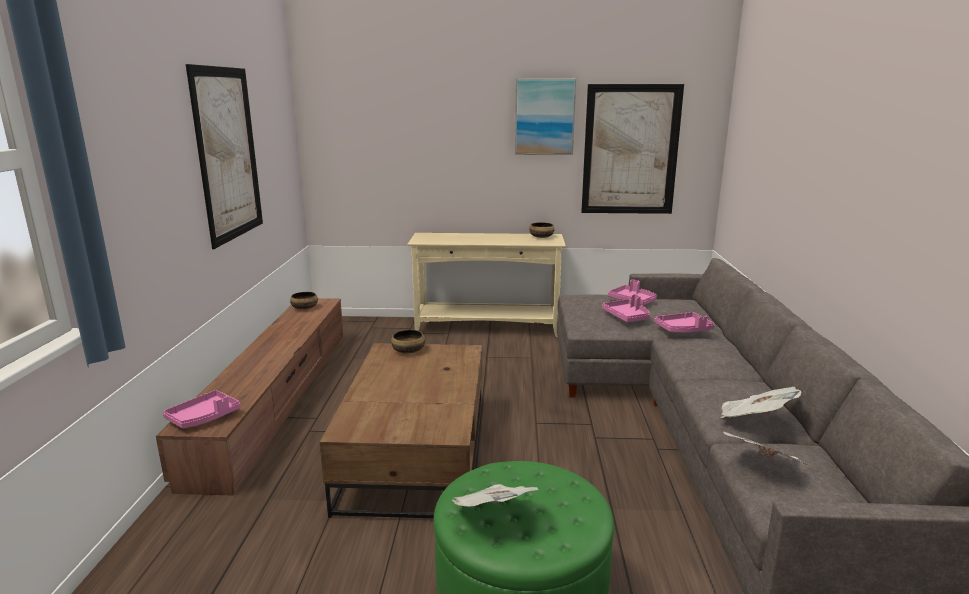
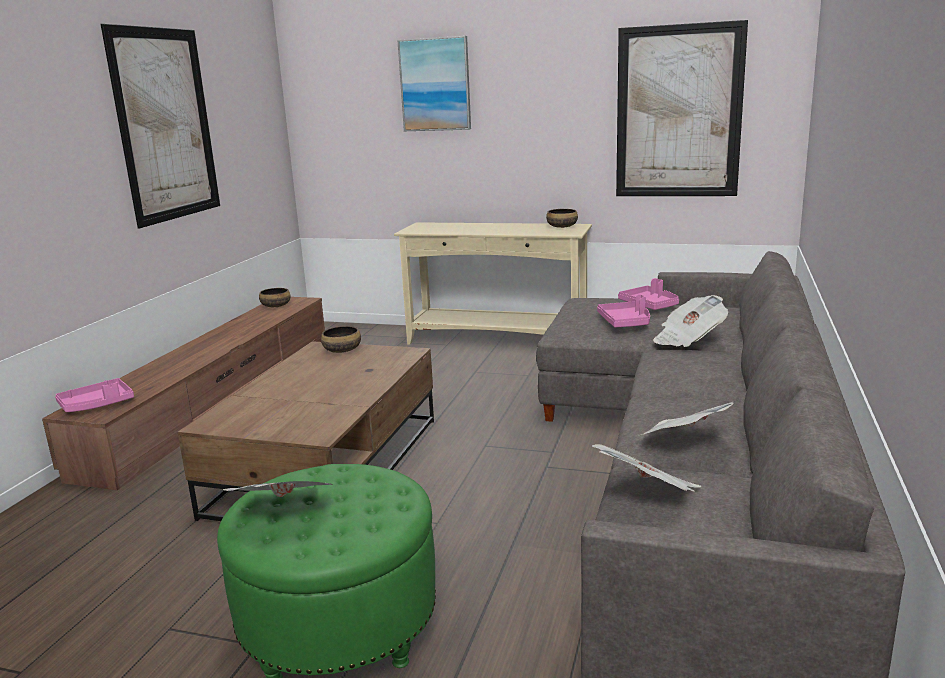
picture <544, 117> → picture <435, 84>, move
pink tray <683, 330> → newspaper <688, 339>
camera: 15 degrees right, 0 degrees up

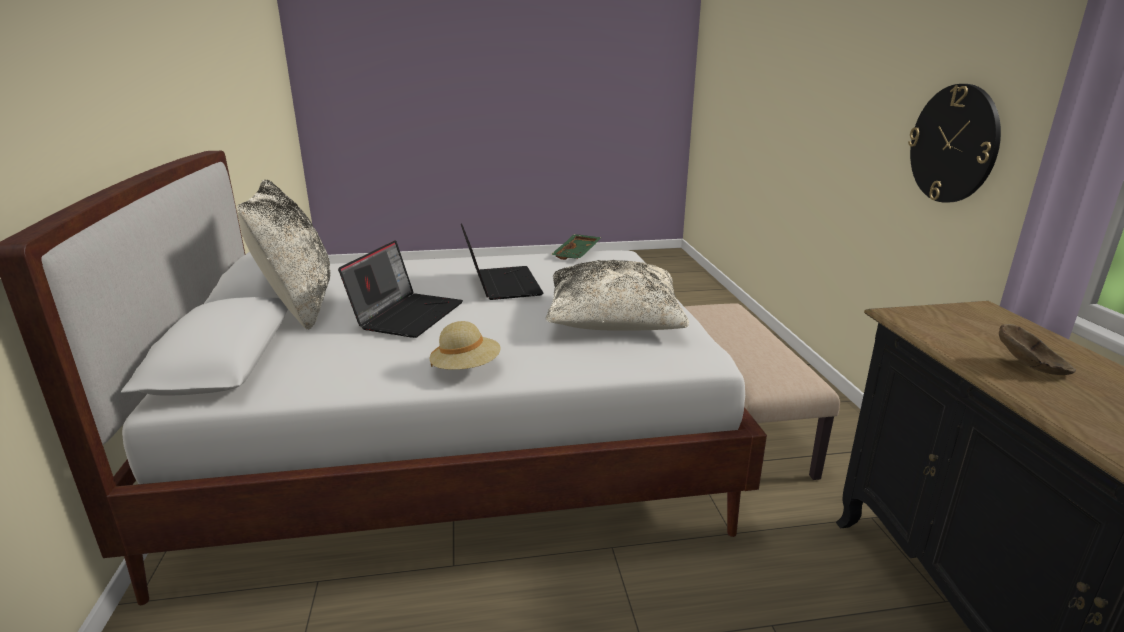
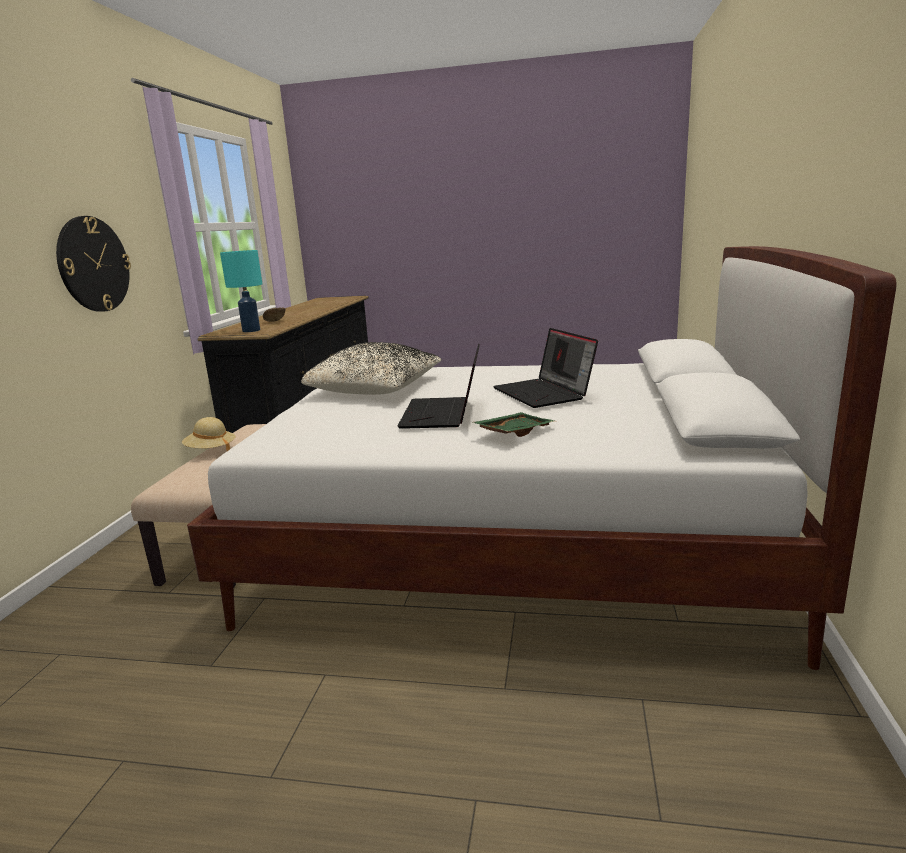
beige pillow <299, 308> → -
- → turquoise table lamp <251, 330>
beige hat <466, 369> → beige hat <211, 451>, move
green tray <577, 254> → green tray <513, 432>, move
laptop <407, 314> → laptop <545, 393>, 60 degrees counterclockwise
camera: 160 degrees left, 5 degrees down

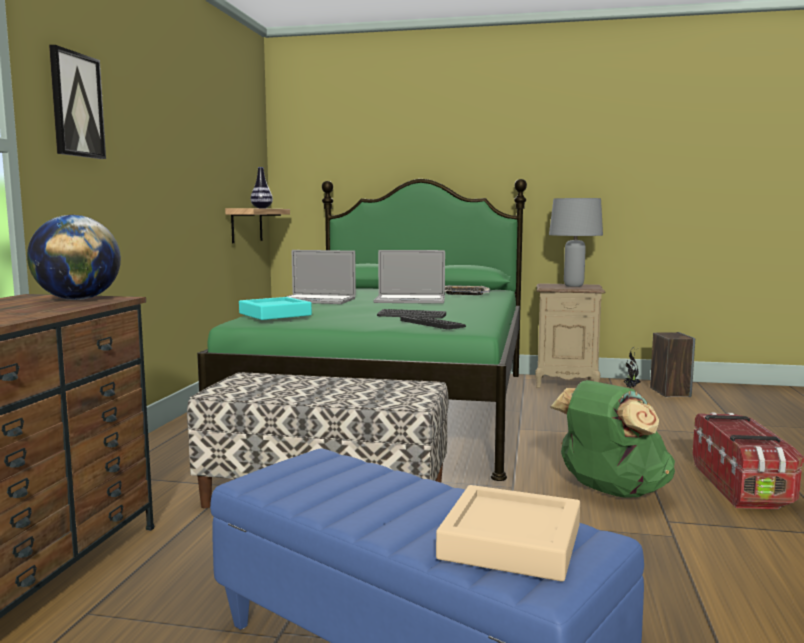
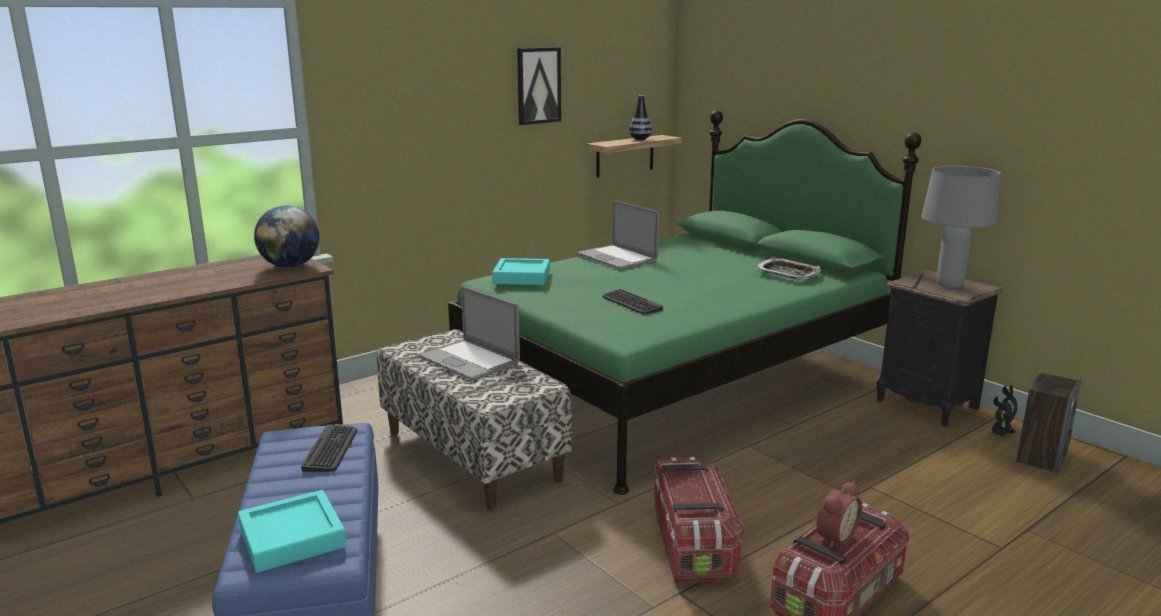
- → alarm clock <833, 536>
picture <76, 105> → picture <538, 85>, move
laptop <410, 300> → laptop <468, 360>, move
keyboard <432, 323> → keyboard <331, 449>, move
green backpack <610, 491> → storage box <693, 544>
beige tray <511, 542> → turquoise tray <292, 538>
beige nightstand <566, 383> → black nightstand <927, 405>
camera: 40 degrees right, 10 degrees up

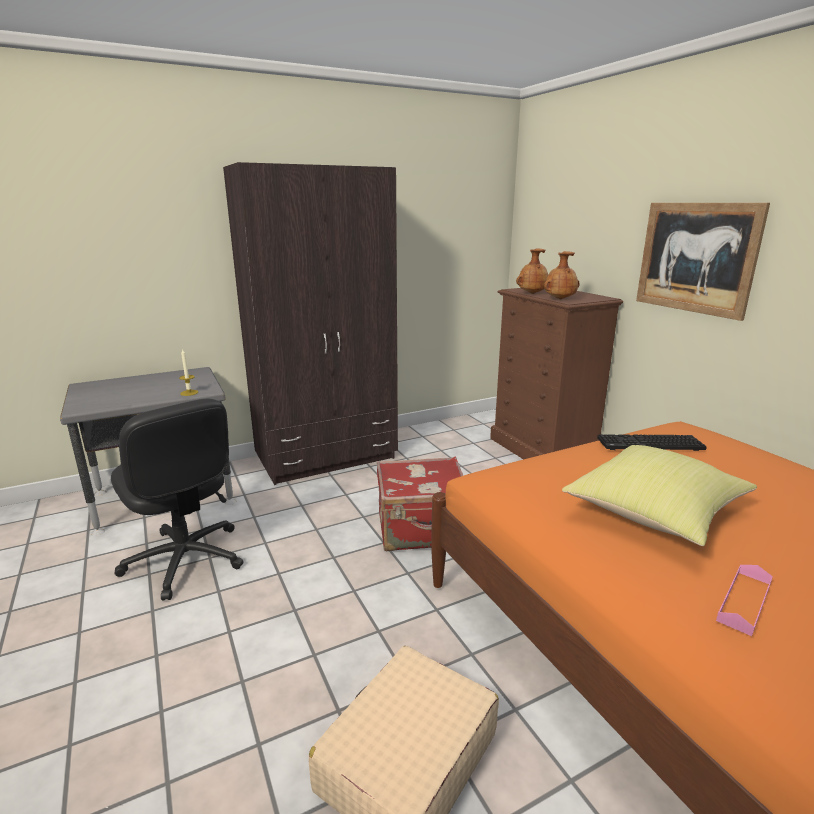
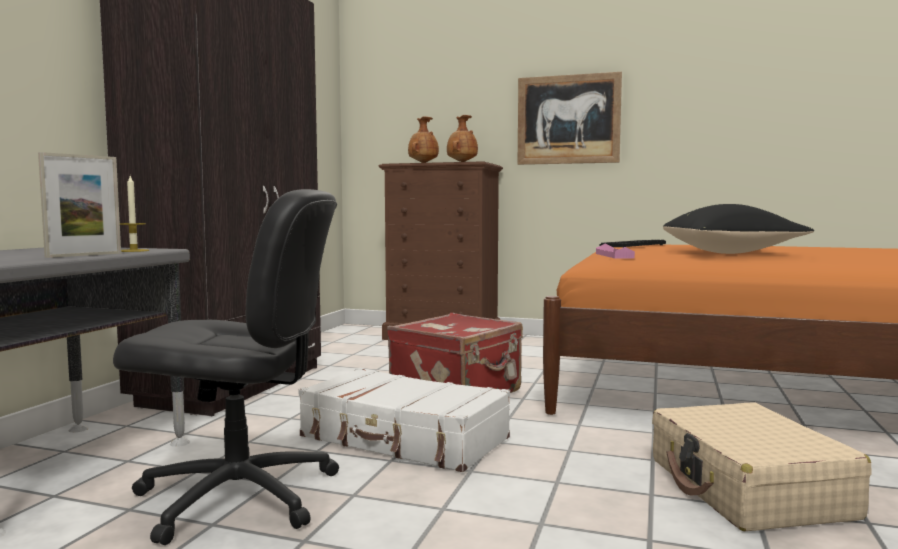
- → picture frame <84, 255>
- → white suitcase <404, 438>
pink tray <744, 601> → pink tray <614, 256>, move
yellow pillow <655, 515> → black pillow <731, 253>
camera: 45 degrees left, 15 degrees down

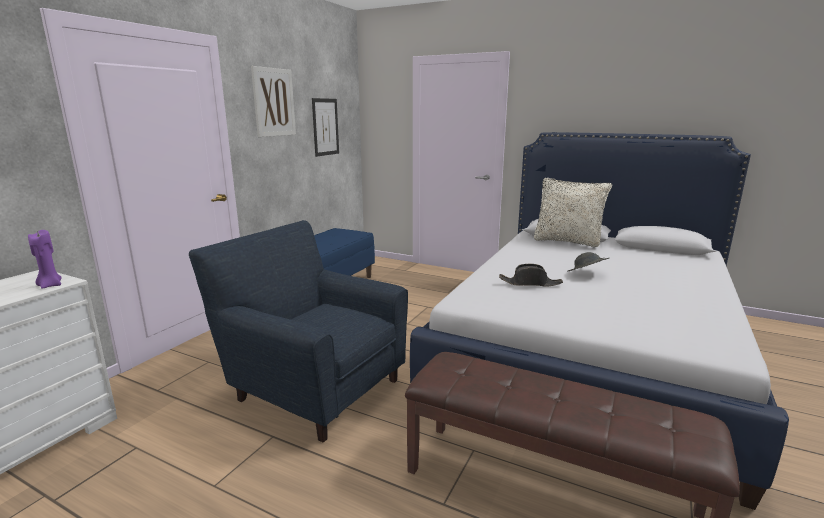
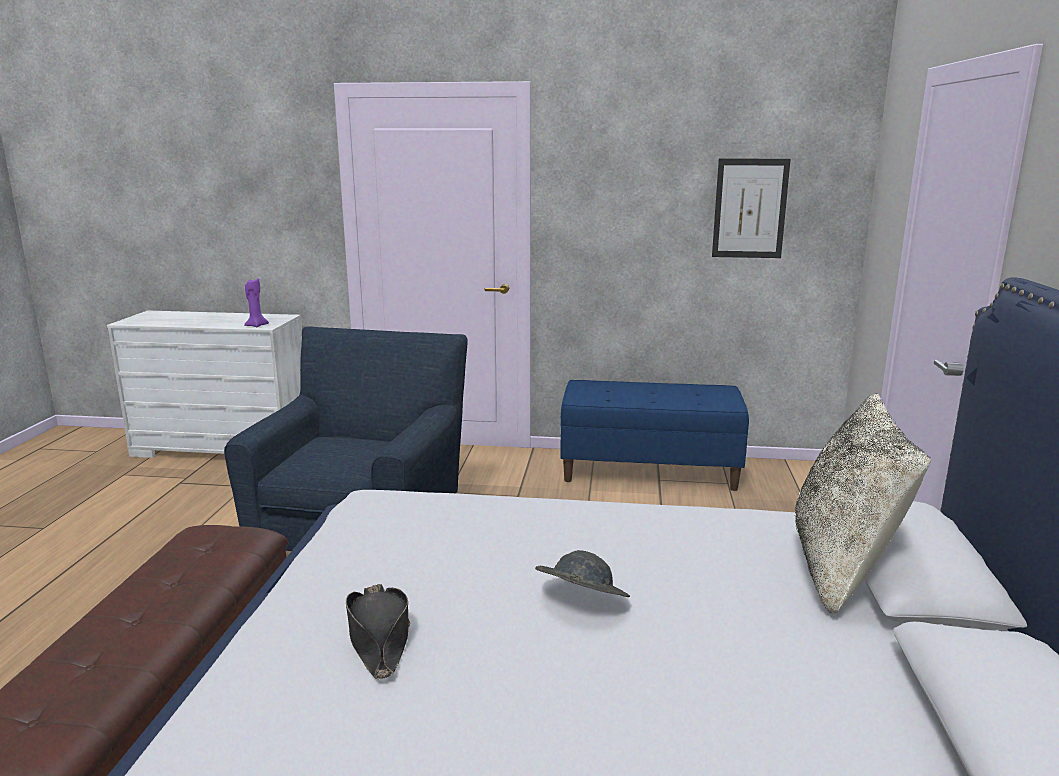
picture <274, 102> → -
black hat <530, 283> → black hat <379, 638>, move
camera: 70 degrees right, 0 degrees up

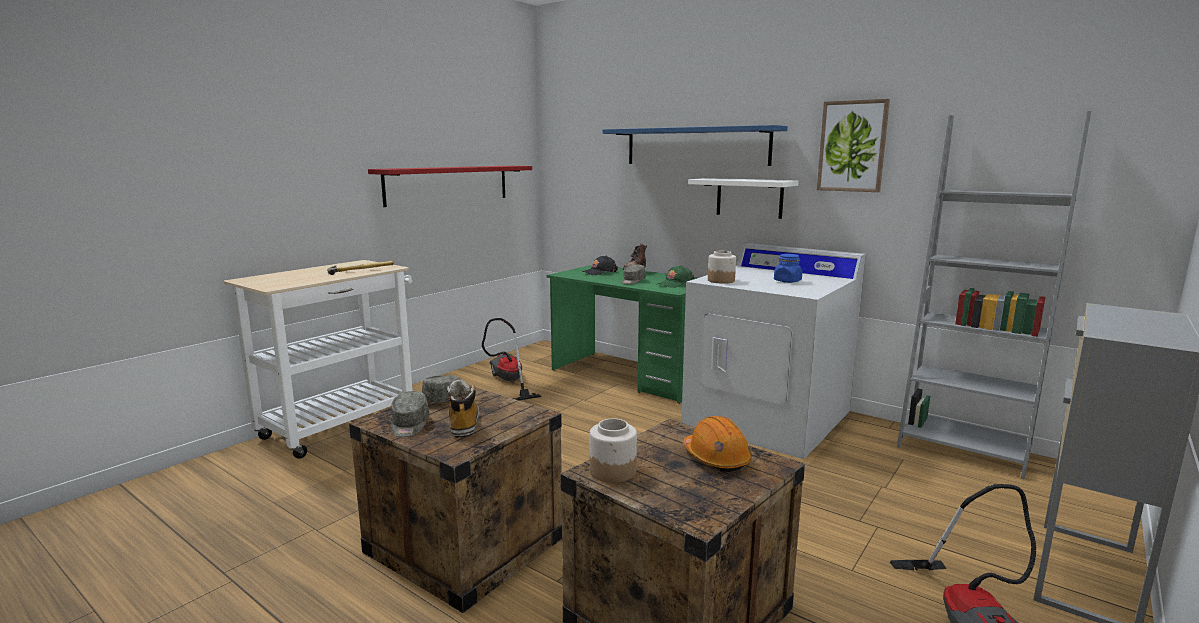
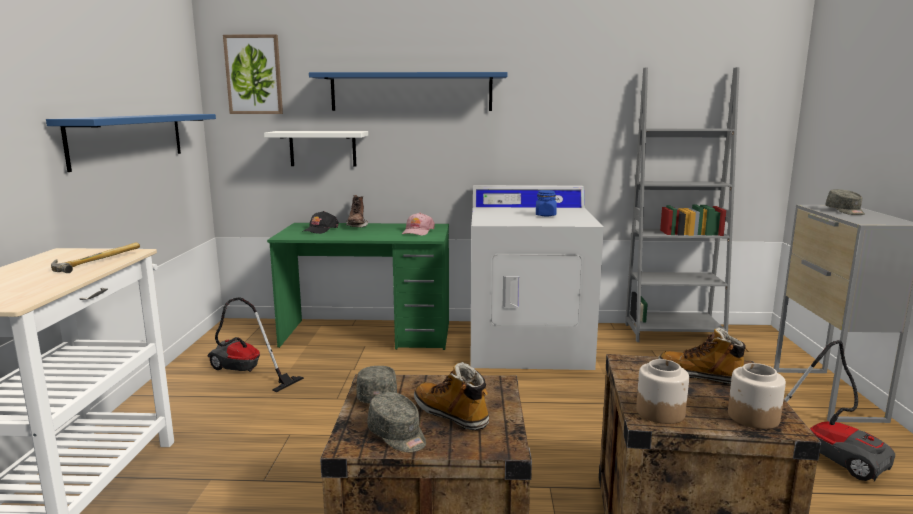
grey cap <632, 281> → grey cap <845, 211>, move
white shelf <749, 198> → white shelf <323, 148>, move
jar <721, 280> → jar <752, 417>, move
picture <852, 146> → picture <254, 75>, move
orange hard hat <716, 458> → boot <700, 375>
red shelf <448, 184> → blue shelf <129, 138>
green cap <675, 284> → pink cap <418, 231>
camera: 35 degrees left, 0 degrees up

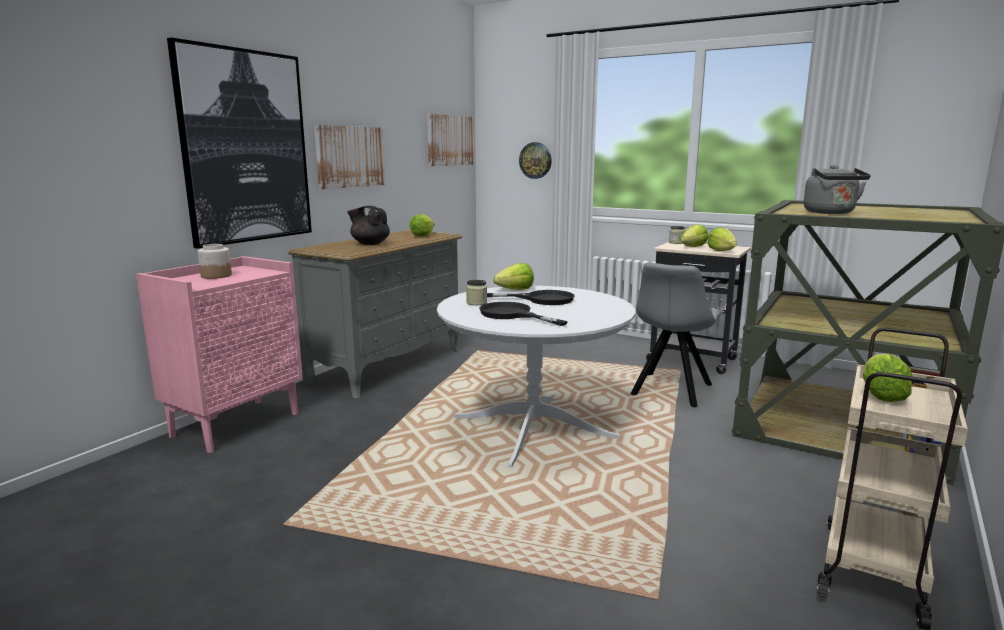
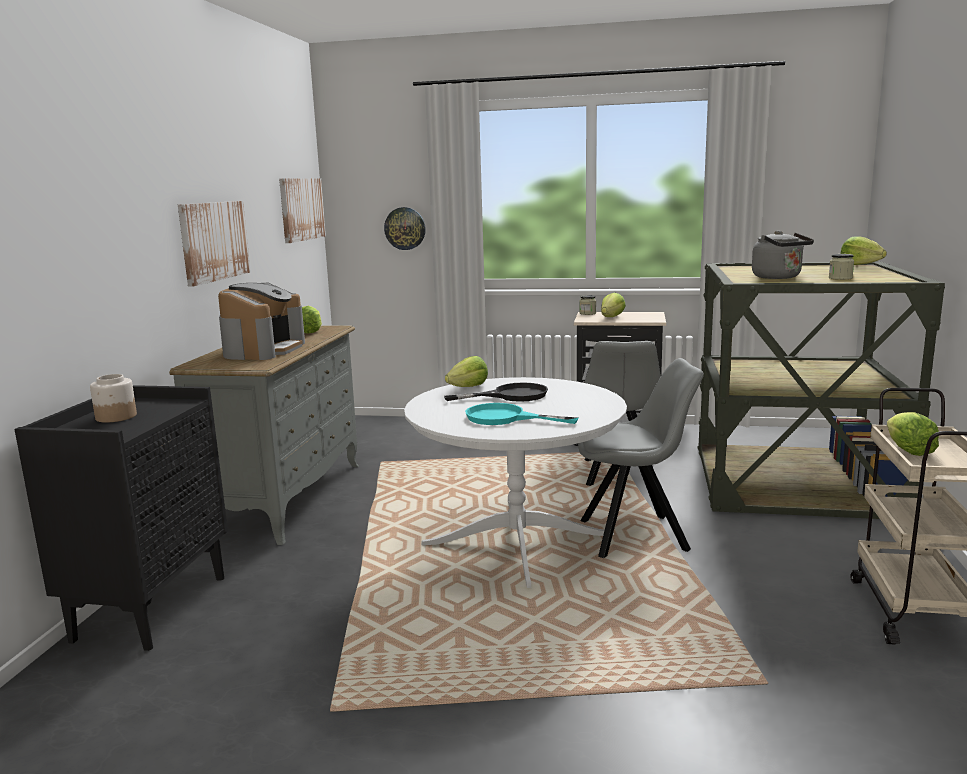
picture <246, 147> → -
- → grey chair <634, 536>
jar <476, 303> → jar <840, 278>, move
lettuce <722, 251> → lettuce <860, 264>, move
black teapot <370, 244> → coffee machine <264, 350>
pink cabinet <237, 424> → black cabinet <152, 607>
black frying pan <512, 315> → turquoise frying pan <505, 418>
camera: 20 degrees left, 0 degrees up

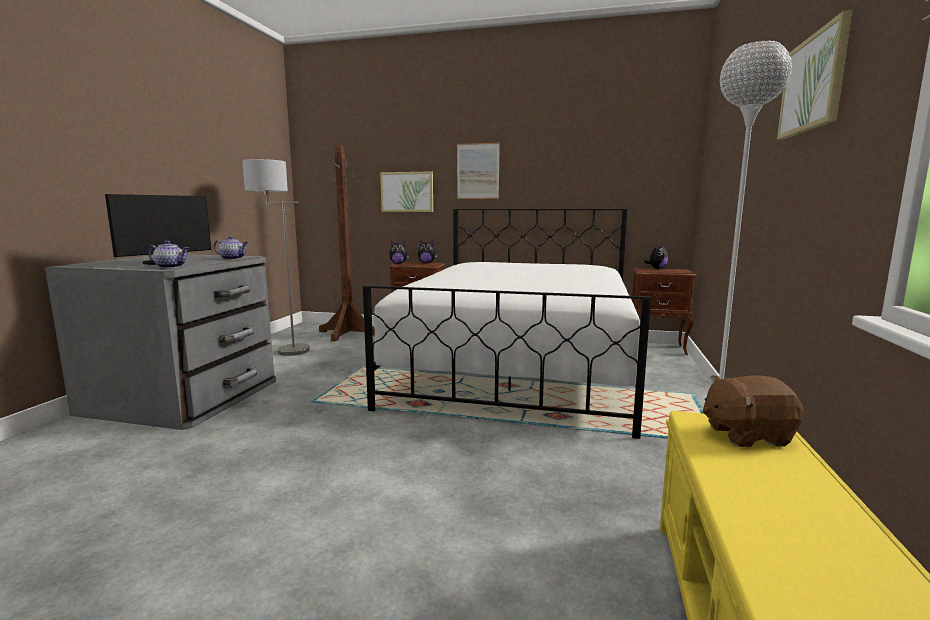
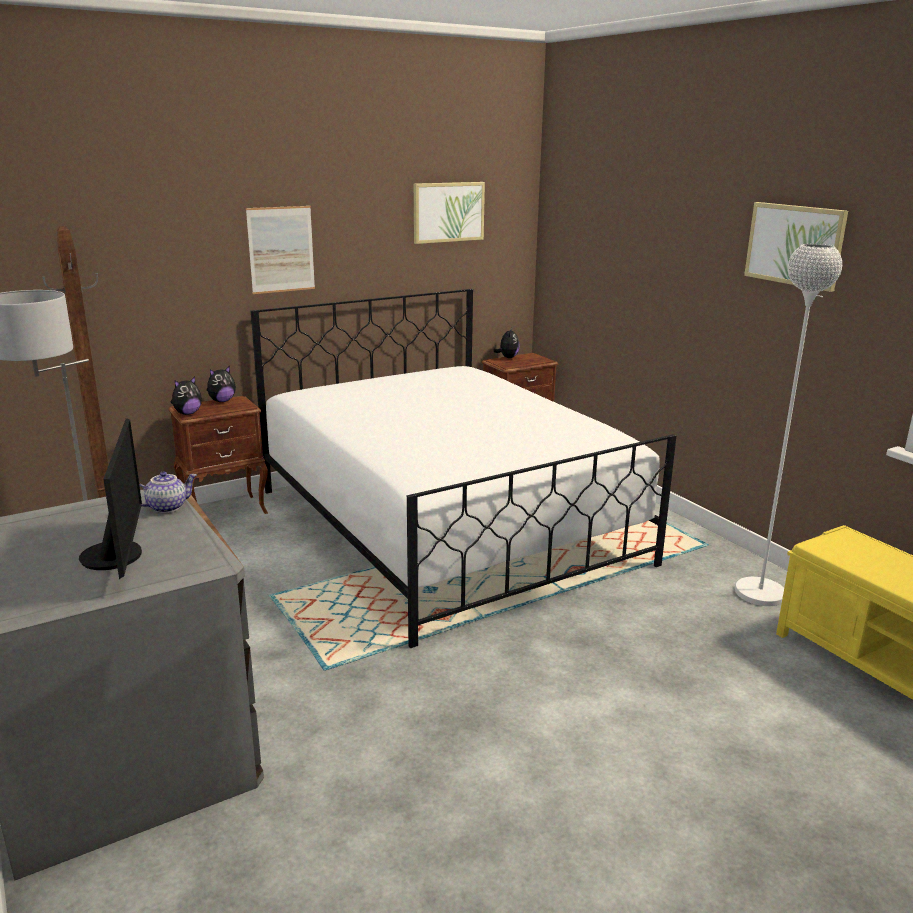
teapot <171, 267> → -
brown plush toy <746, 435> → -
picture <407, 192> → picture <448, 212>, move
camera: 45 degrees left, 10 degrees up

